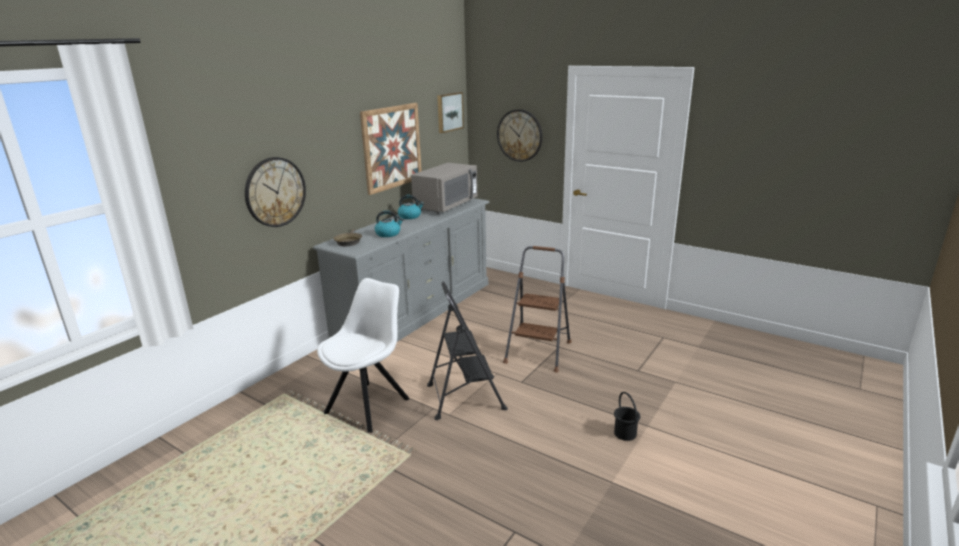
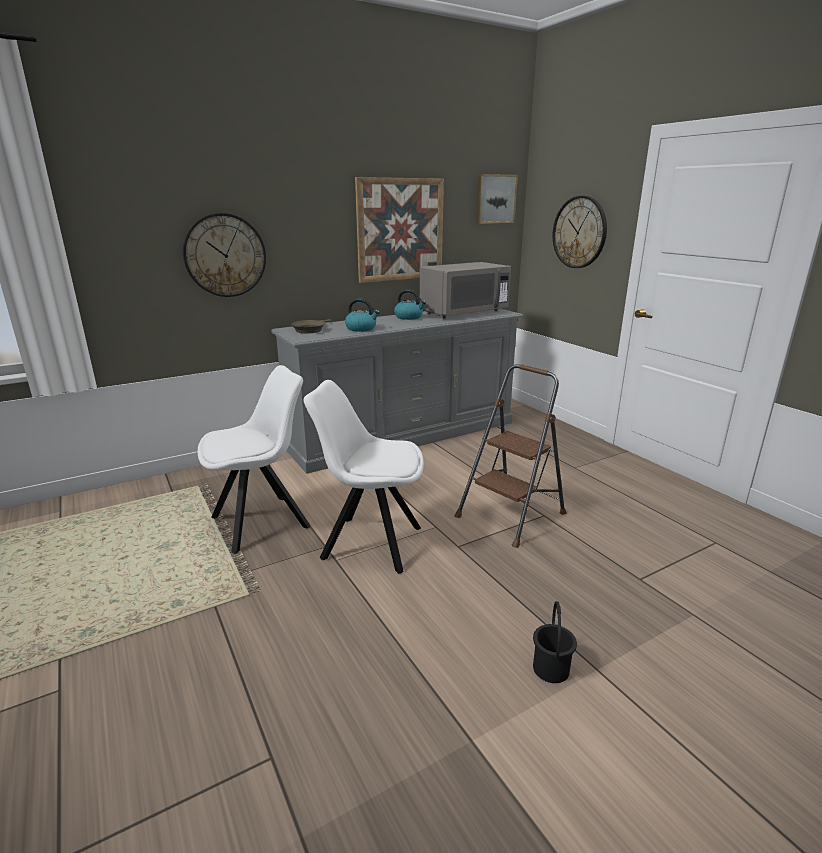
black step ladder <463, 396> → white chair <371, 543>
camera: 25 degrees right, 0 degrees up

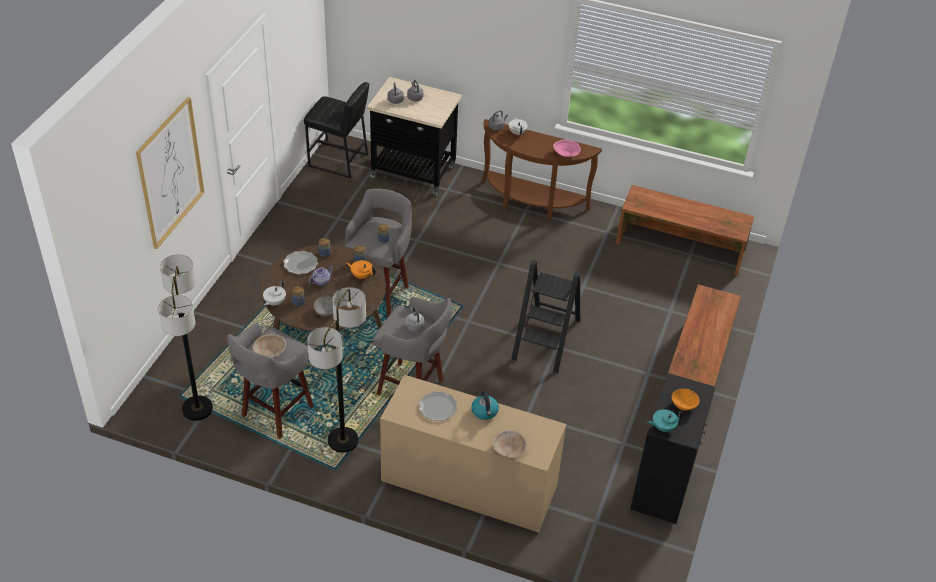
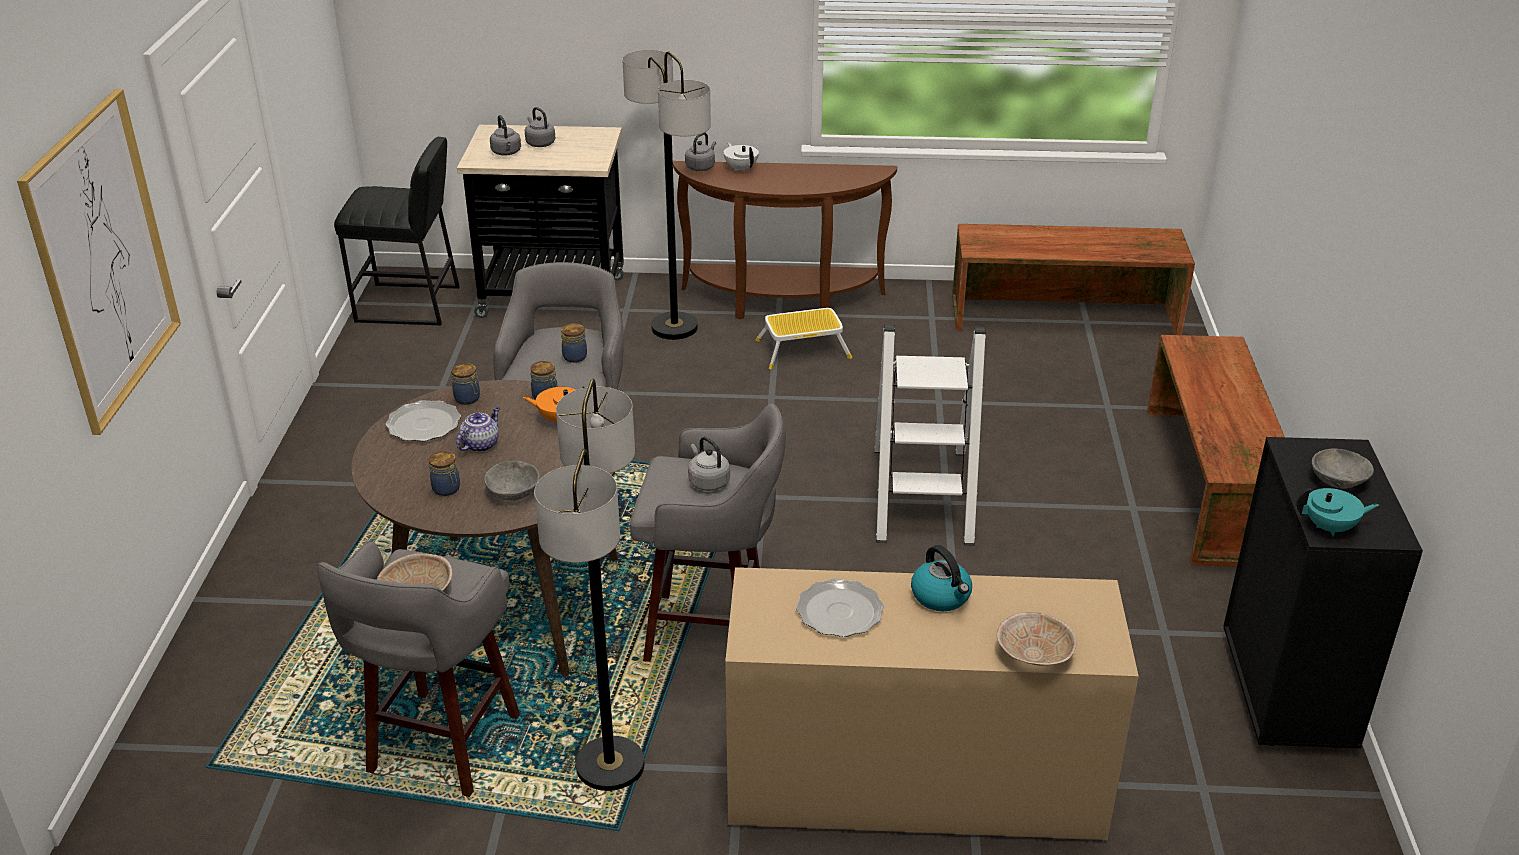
white teapot <274, 302> → -
pink bowl <566, 154> → -
- → yellow step ladder <803, 349>
floor lamp <197, 409> → floor lamp <674, 327>, move
black step ladder <546, 339> → white step ladder <922, 494>
orange bowl <684, 405> → grey bowl <1339, 482>
turquoise teapot <663, 427> → turquoise teapot <1330, 527>, 150 degrees counterclockwise
camera: 15 degrees left, 10 degrees down

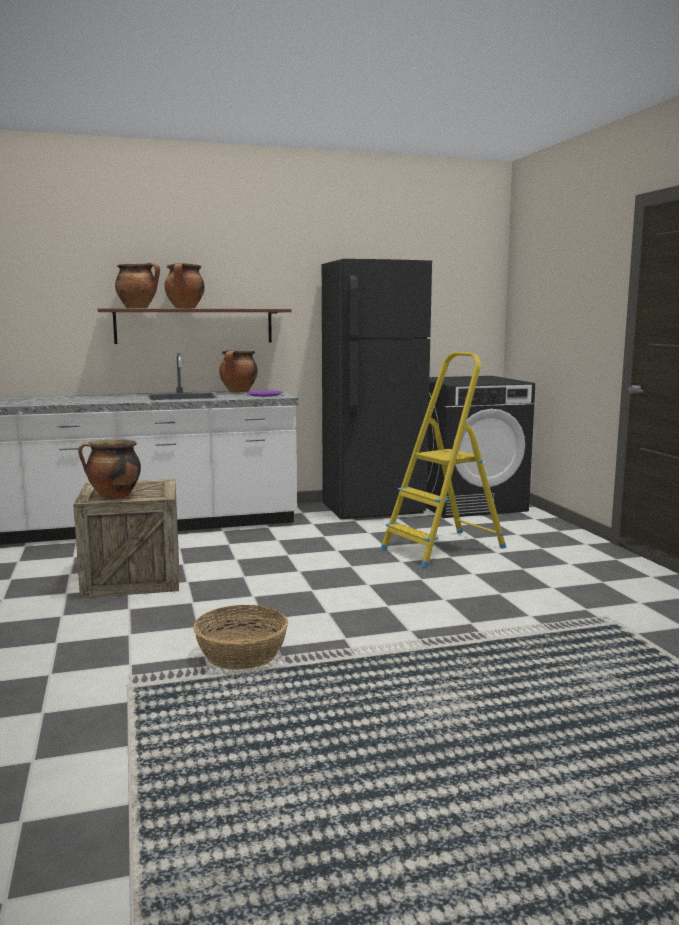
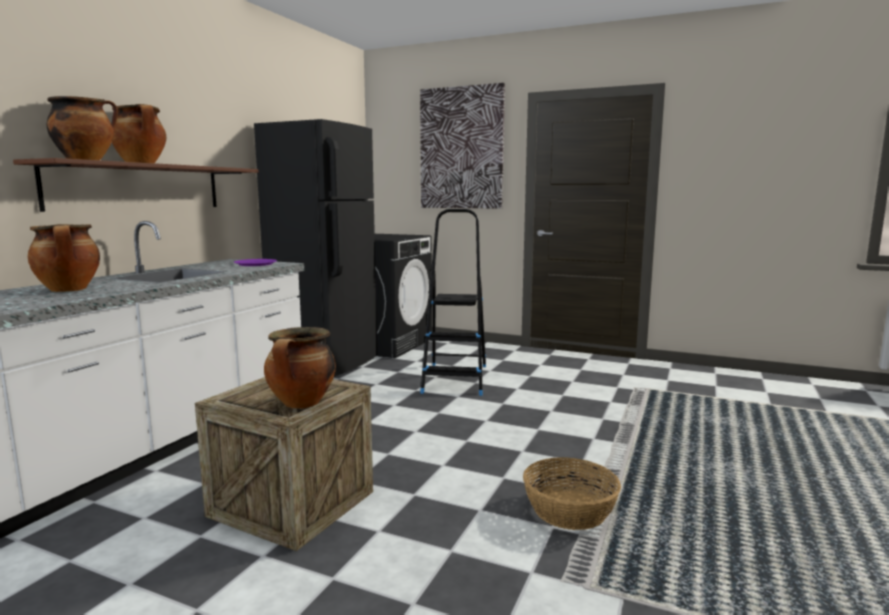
- → picture <461, 148>
cooking pot <239, 391> → cooking pot <69, 290>, move
yellow step ladder <442, 548> → black step ladder <455, 379>
camera: 50 degrees left, 0 degrees up

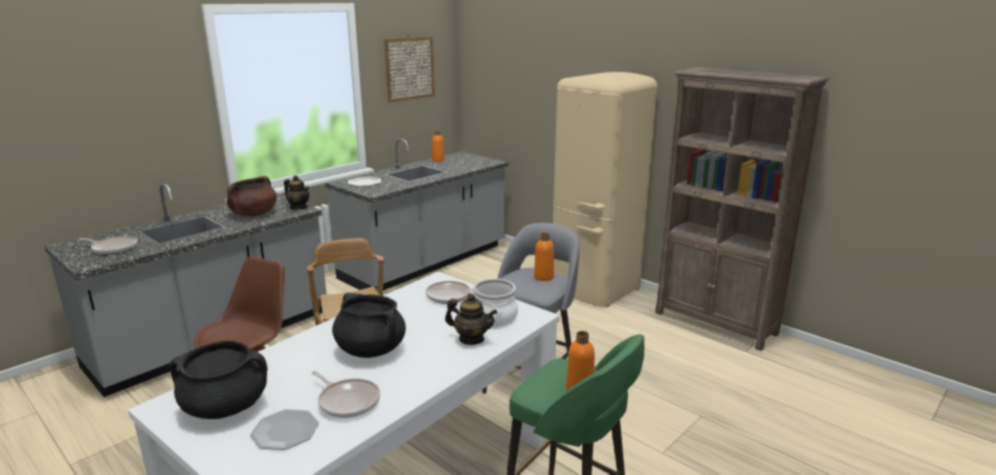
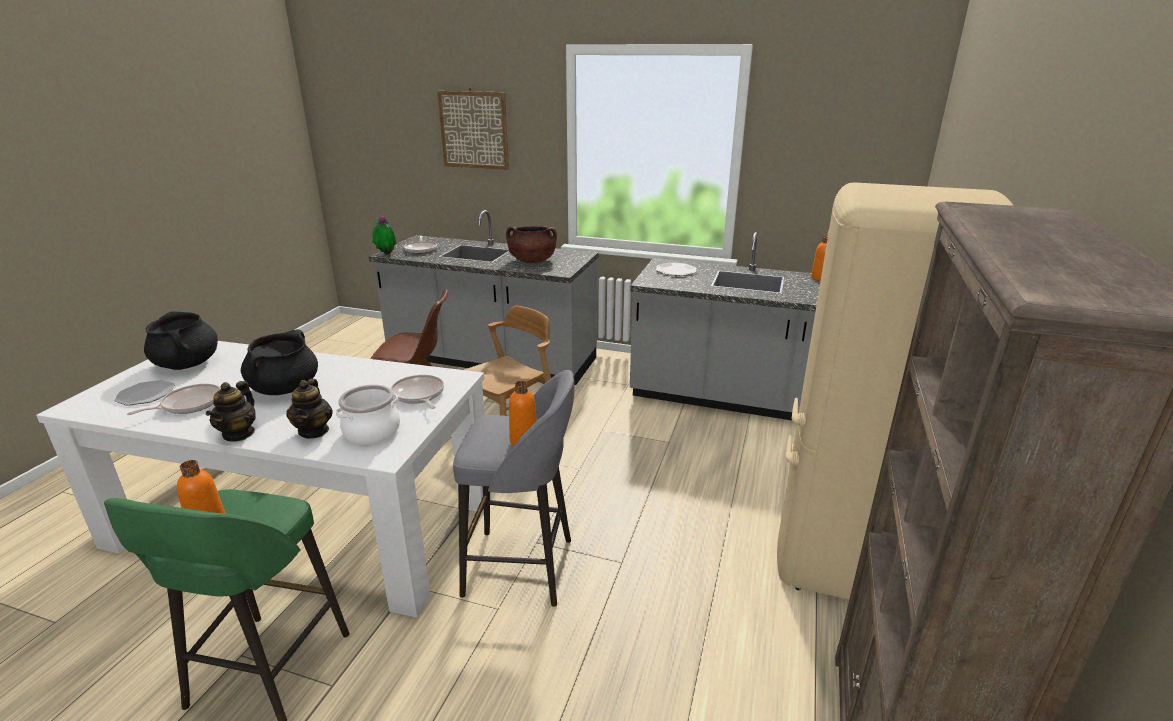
- → potted plant <386, 254>
teapot <299, 207> → teapot <239, 433>, move
picture <409, 67> → picture <474, 129>, move
frying pan <347, 401> → frying pan <189, 404>, 150 degrees counterclockwise
camera: 65 degrees right, 5 degrees up

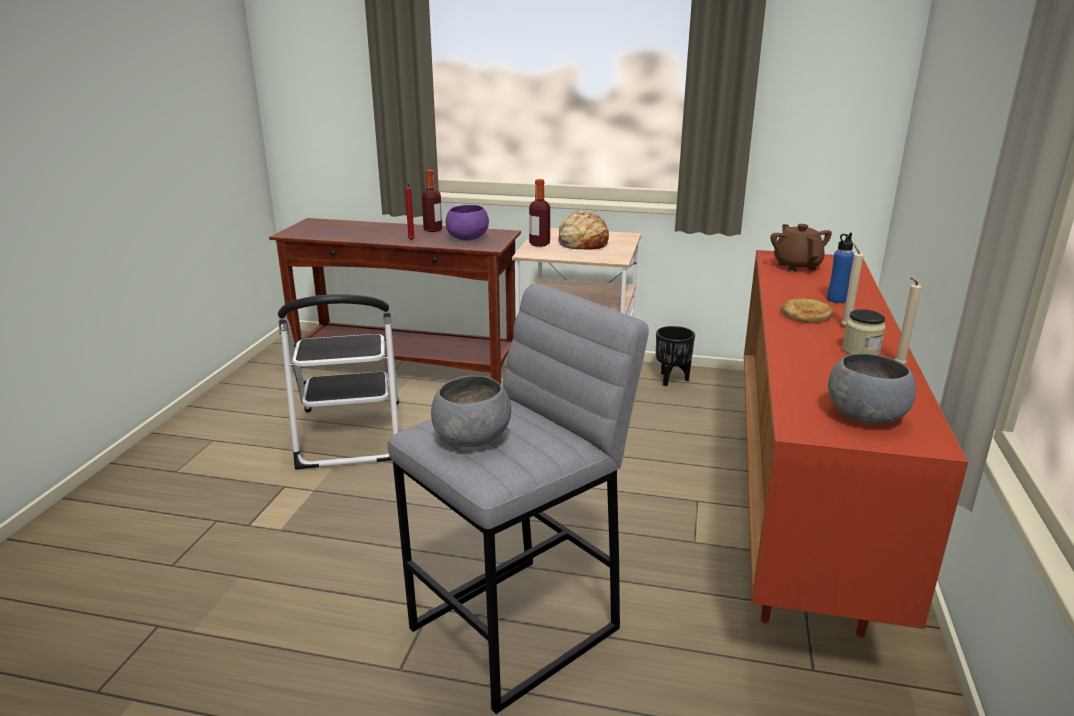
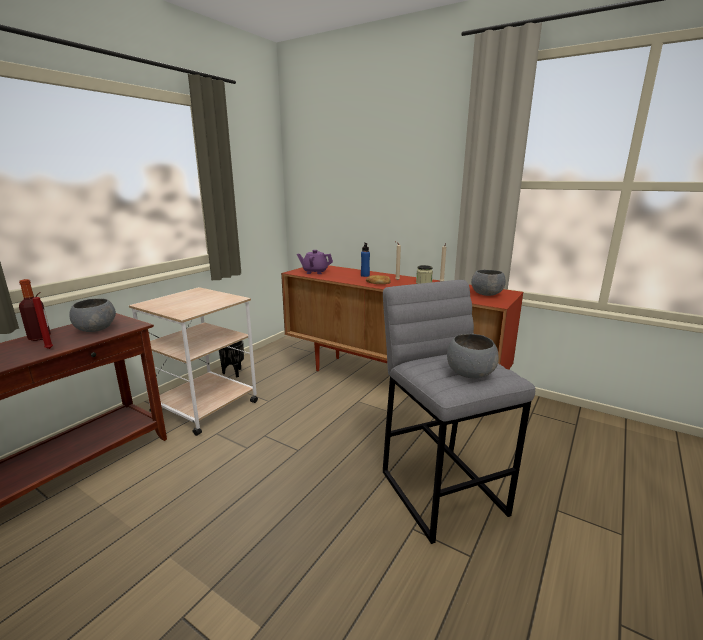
step ladder <349, 436> → -
bottle <539, 244> → -
bread <582, 242> → -
purple bowl <467, 238> → grey bowl <95, 329>
brown teapot <797, 266> → purple teapot <315, 272>
camera: 70 degrees left, 5 degrees down

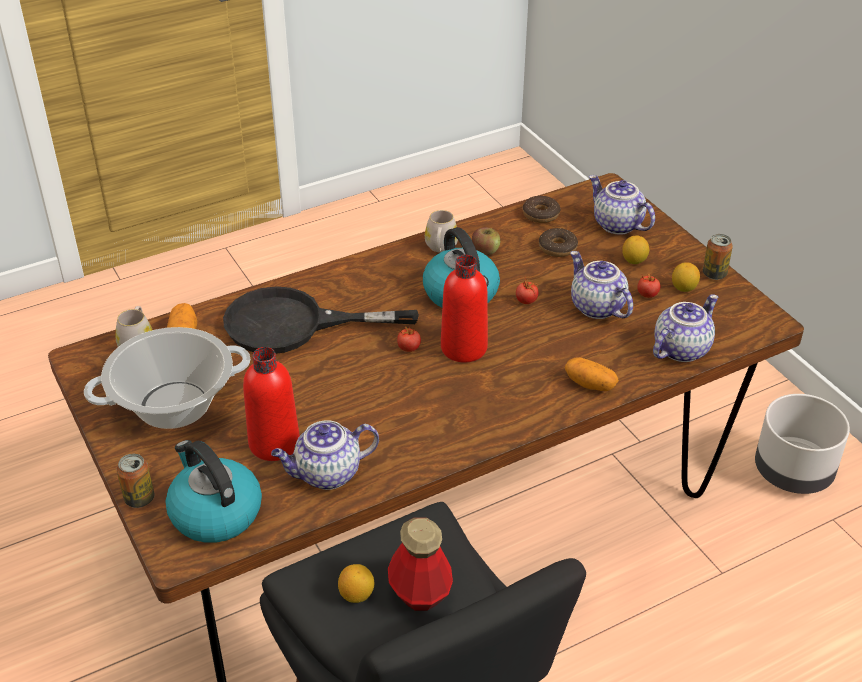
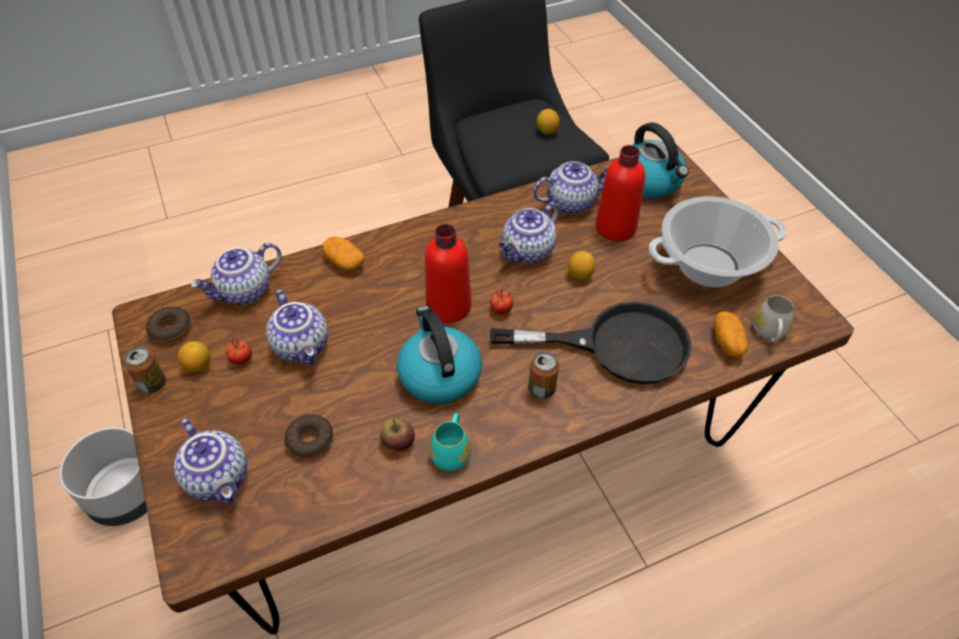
bottle <420, 592> → -
tomato <526, 301> → -
- → teapot <527, 252>
can <139, 499> → can <542, 389>, move
donut <540, 214> → donut <170, 329>, move
lemon <634, 261> → lemon <580, 275>, move
white mug <440, 248> → turquoise mug <452, 451>
camera: 175 degrees left, 10 degrees up

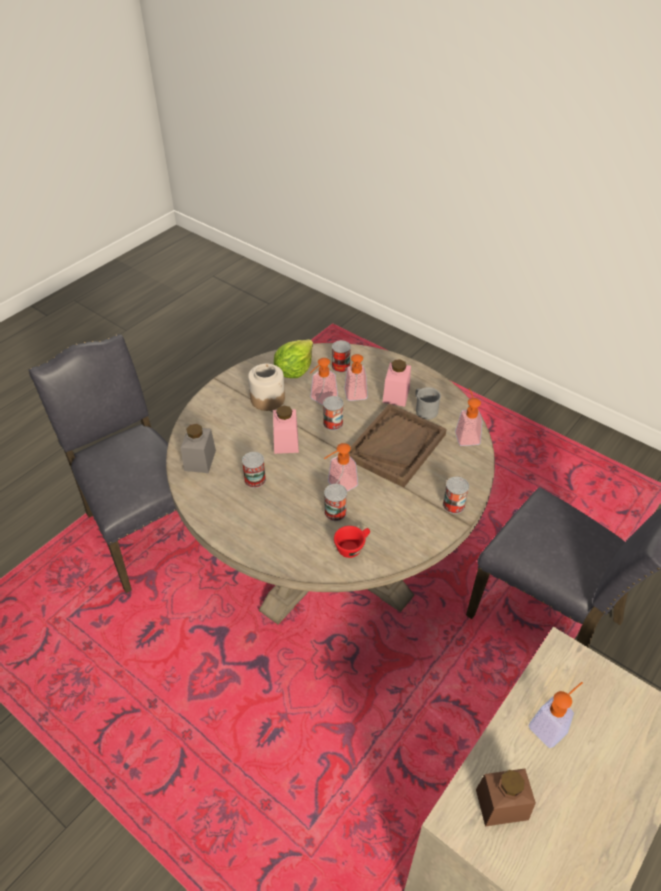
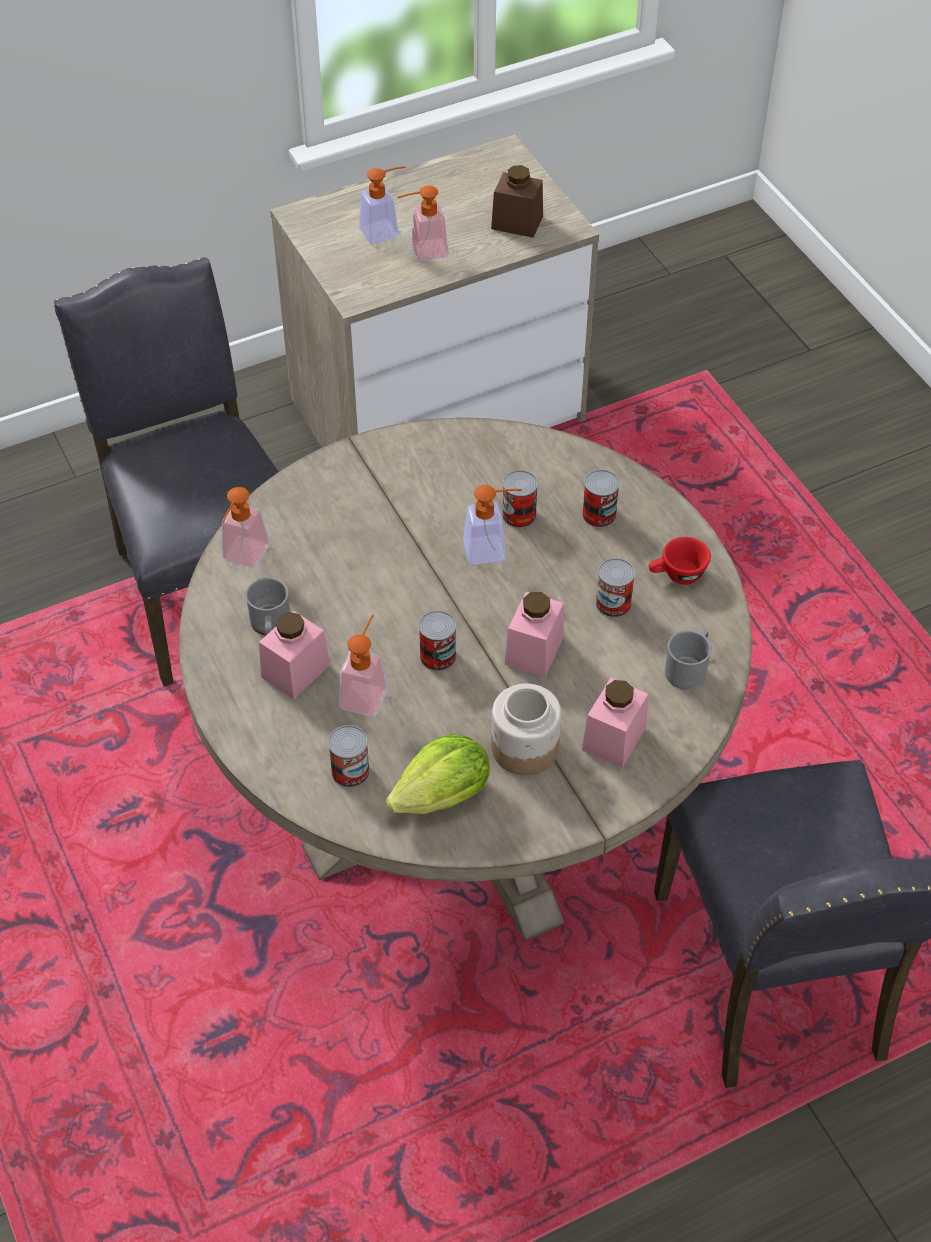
brown tray <396, 446> → -
- → pink jar <614, 738>
soap dispenser <321, 400> → soap dispenser <385, 231>, move
red cup <352, 547> → red cup <677, 575>, move
can <453, 505> → can <599, 514>, move
grey jar <200, 460> → grey mug <689, 668>
camera: 155 degrees left, 5 degrees up

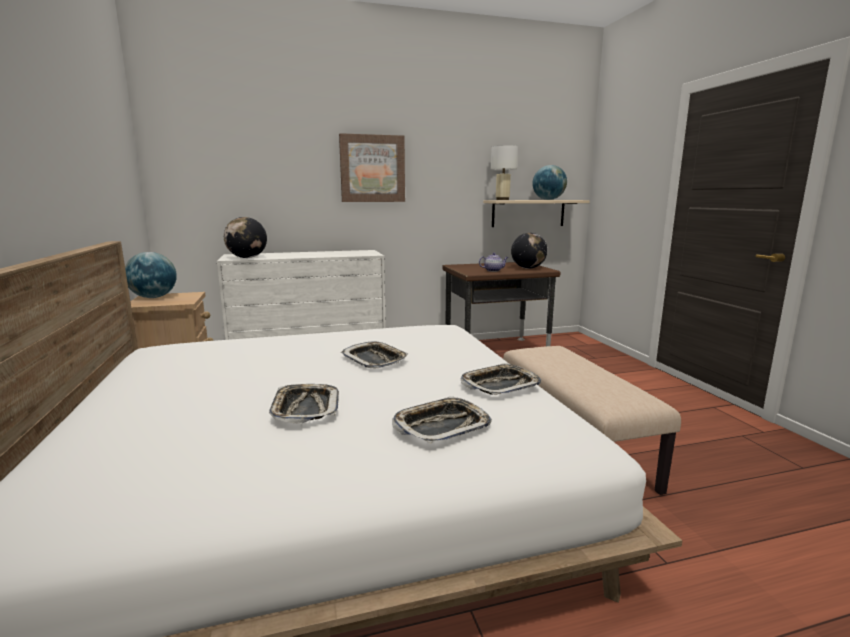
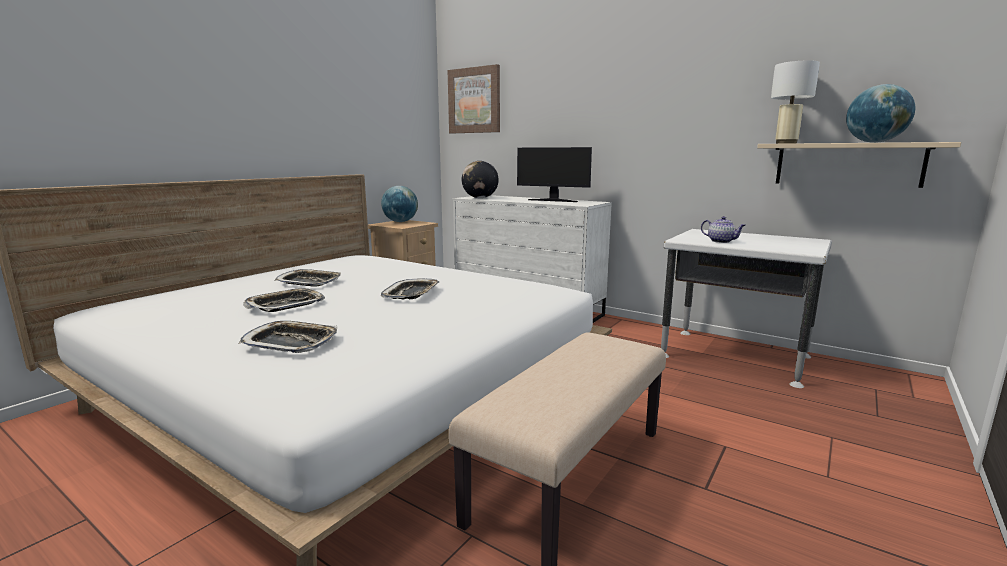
globe <528, 268> → -
- → monitor <553, 200>
picture <372, 169> → picture <474, 100>, move
tray <500, 385> → tray <309, 282>, move
brown desk <496, 350> → white desk <734, 355>
camera: 50 degrees right, 0 degrees up

